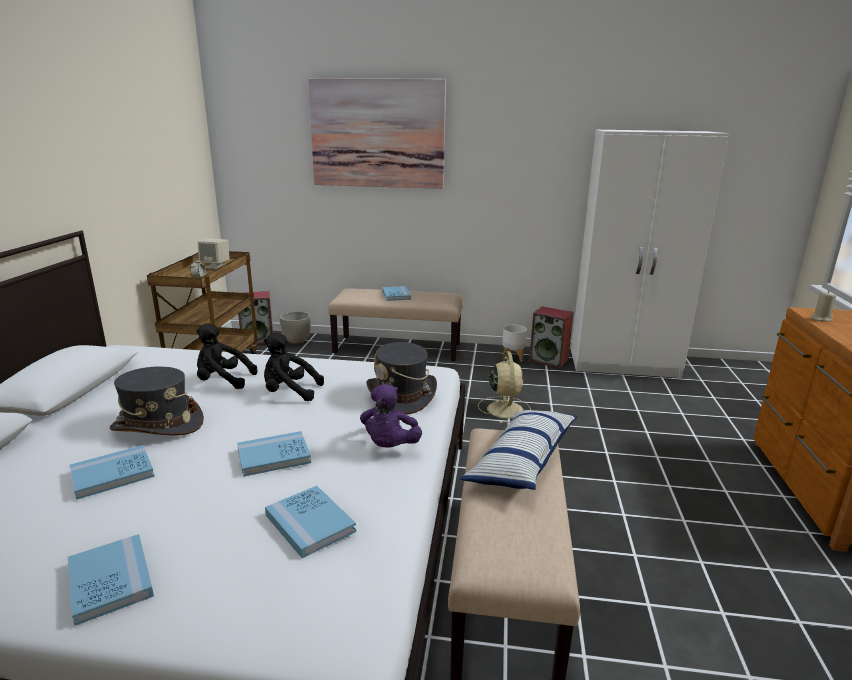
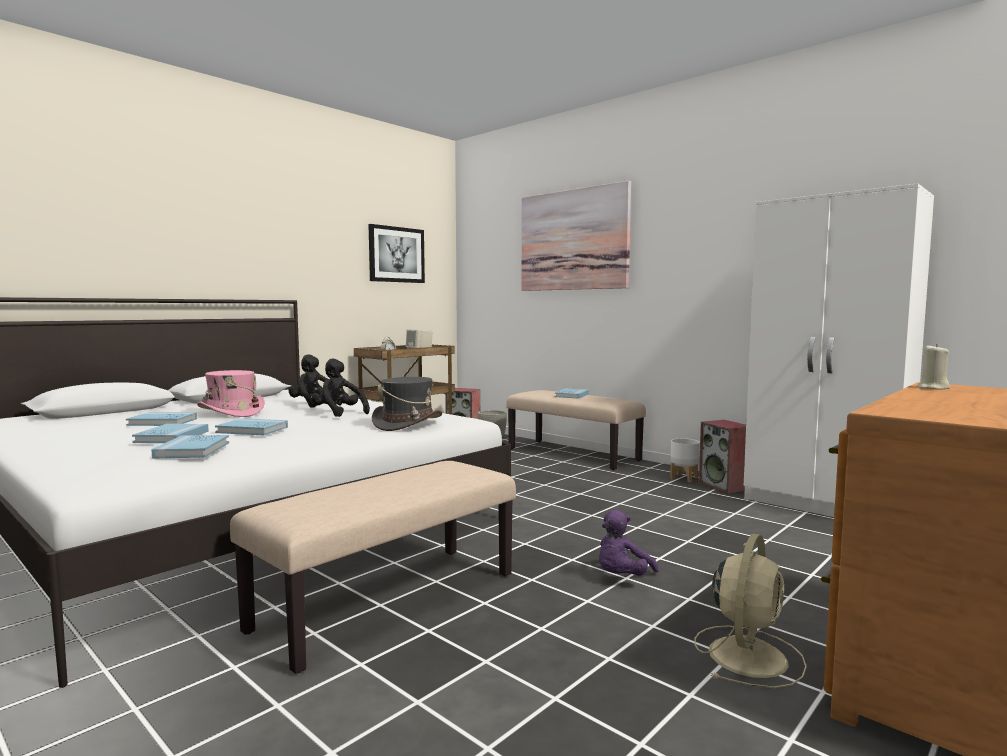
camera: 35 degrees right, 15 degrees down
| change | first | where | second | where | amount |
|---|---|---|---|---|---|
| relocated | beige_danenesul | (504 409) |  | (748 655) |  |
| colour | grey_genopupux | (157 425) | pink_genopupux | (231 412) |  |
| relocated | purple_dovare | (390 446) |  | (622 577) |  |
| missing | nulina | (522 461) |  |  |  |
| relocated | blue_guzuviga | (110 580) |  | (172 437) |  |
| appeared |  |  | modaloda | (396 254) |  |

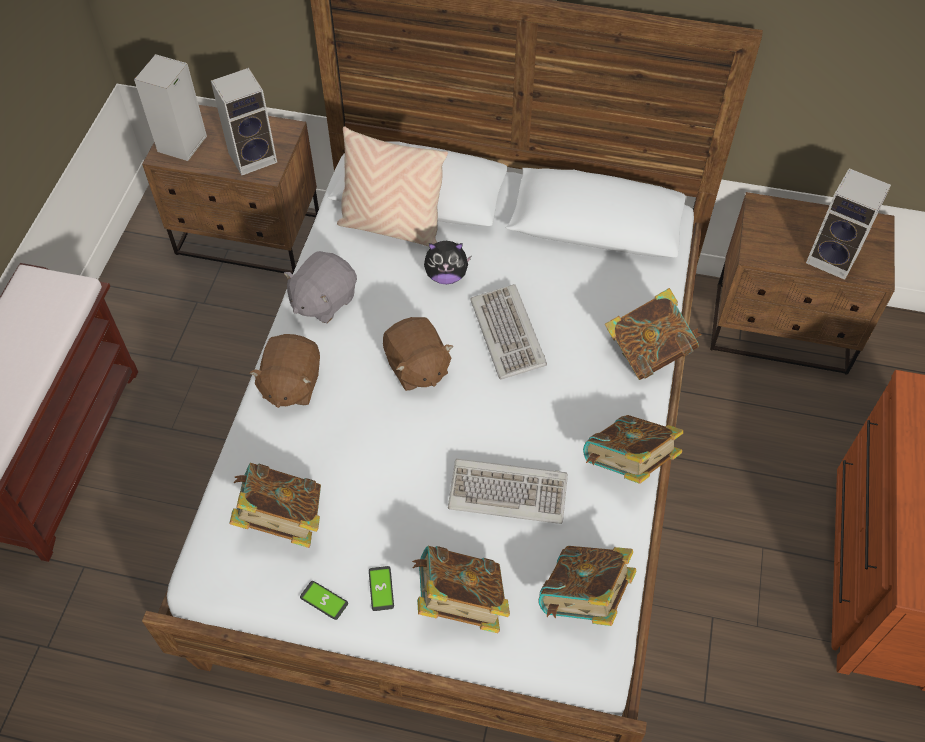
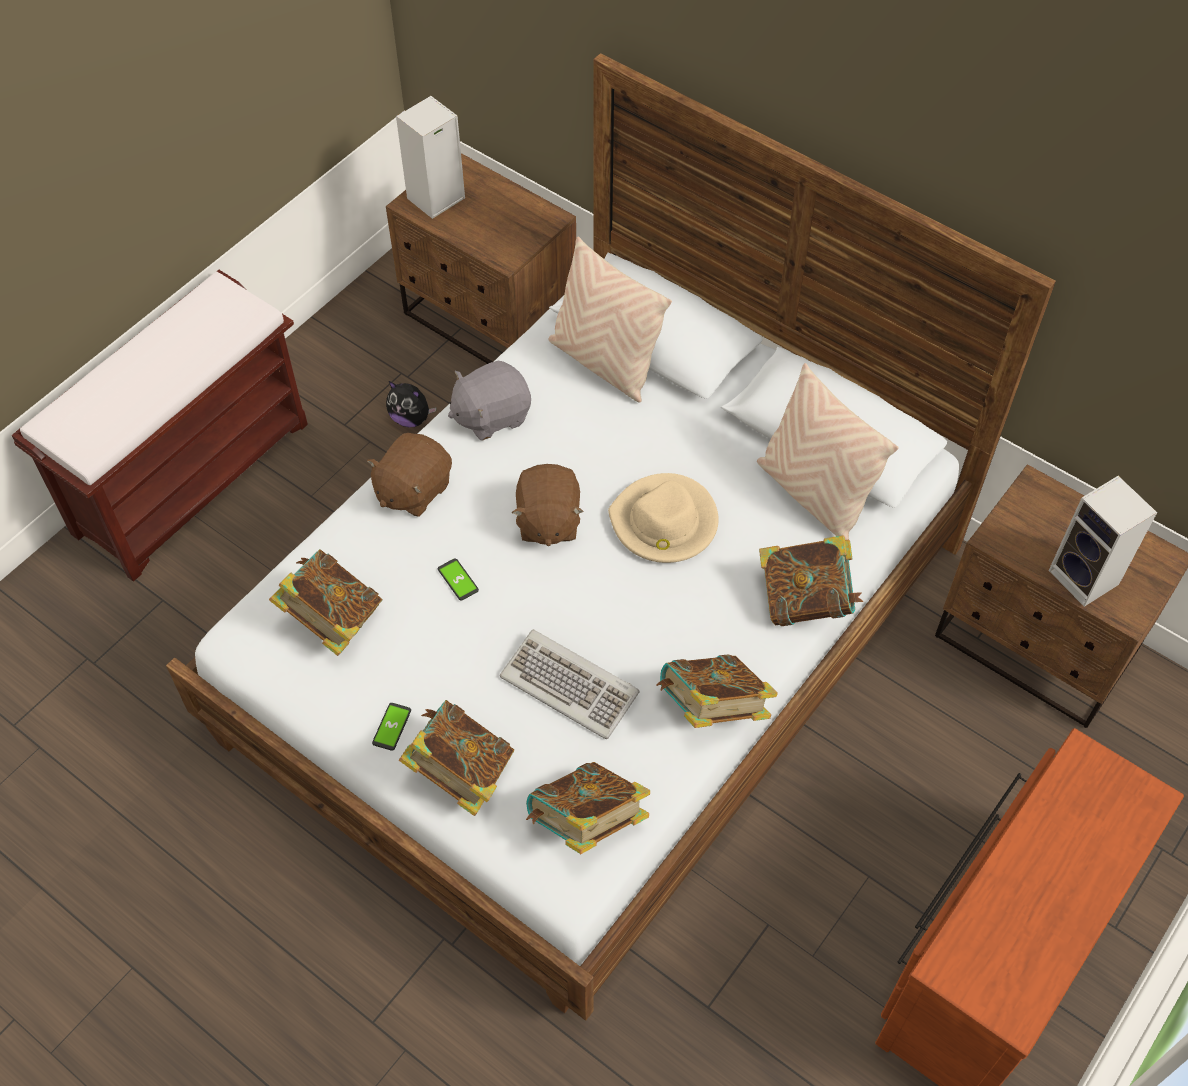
camera: 25 degrees right, 0 degrees up
| change | first | where | second | where | amount |
|---|---|---|---|---|---|
| missing | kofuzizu | (254 156) |  |  |  |
| relocated | dovare | (446 276) |  | (411 418) |  |
| exchanged | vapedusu | (509 334) | beige_genopupux | (664 523) |  |
| relocated | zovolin | (324 600) |  | (458 580) |  |
| appeared |  |  | beige_nulina | (813 494) |  |

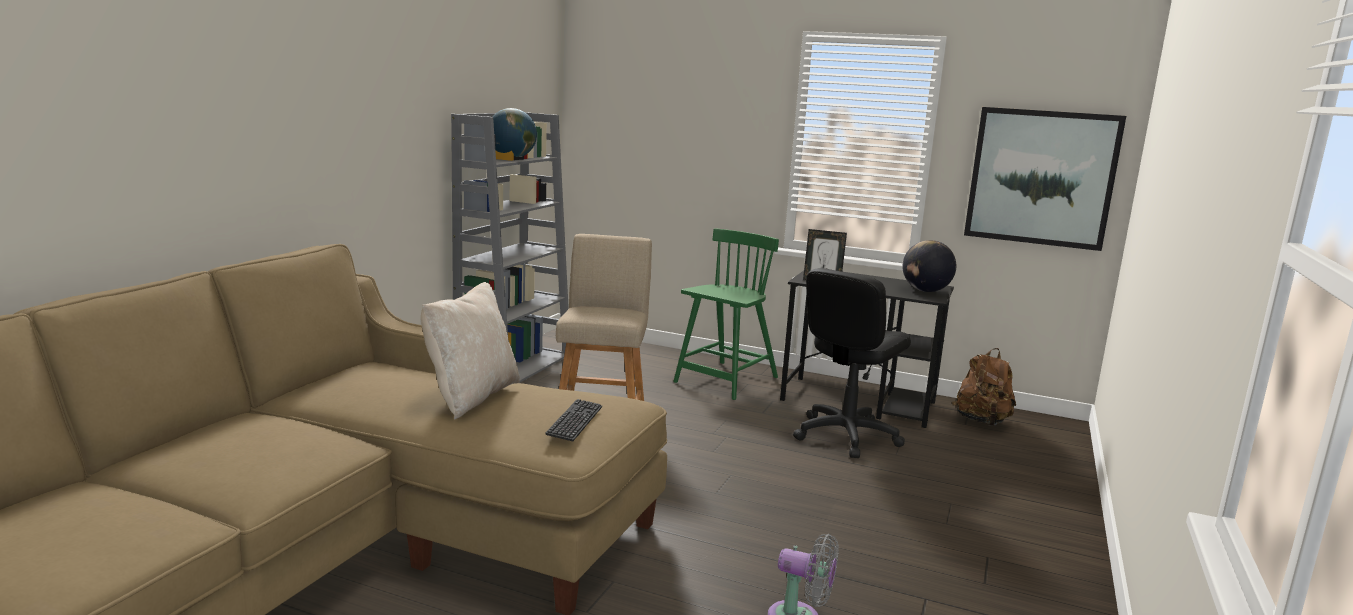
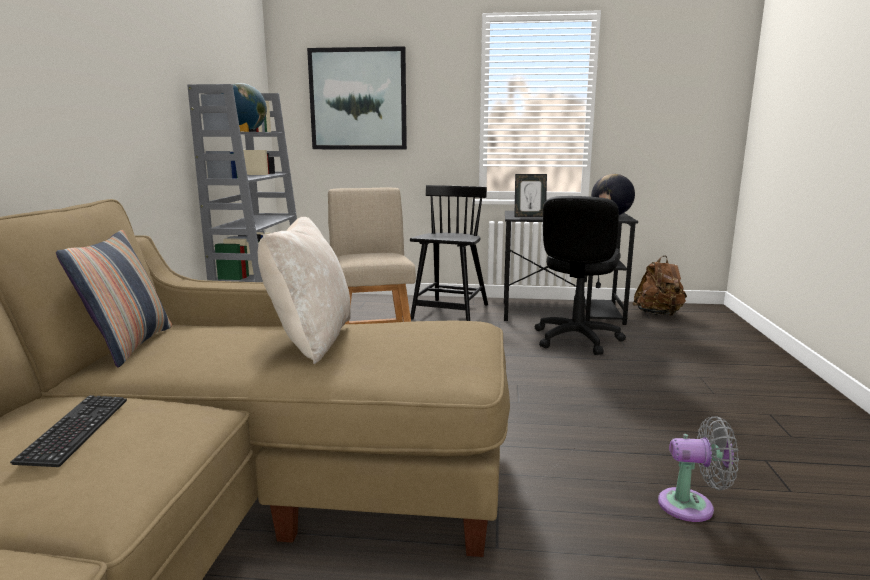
camera: 15 degrees left, 0 degrees up
| change | first | where | second | where | amount |
|---|---|---|---|---|---|
| relocated | modaloda | (1041 177) |  | (358 99) |  |
| colour | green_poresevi | (725 380) | black_poresevi | (450 312) |  |
| relocated | vapedusu | (575 422) |  | (75 431) |  |
| appeared |  |  | nulina | (129 346) |  |

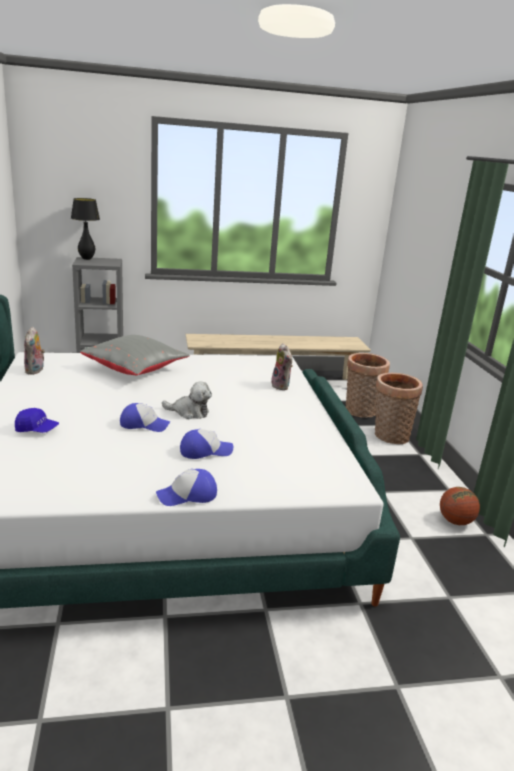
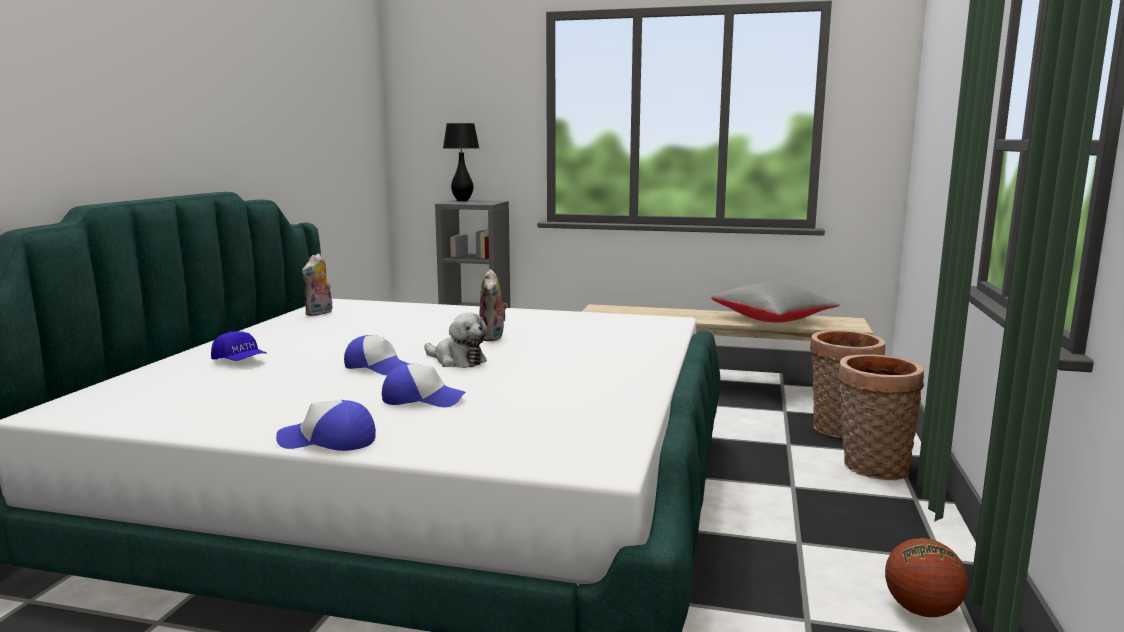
camera: 25 degrees right, 10 degrees down
| change | first | where | second | where | amount |
|---|---|---|---|---|---|
| relocated | grey_nulina | (136 369) |  | (773 320) |  |
| relocated | dovare | (282 386) |  | (493 337) |  |

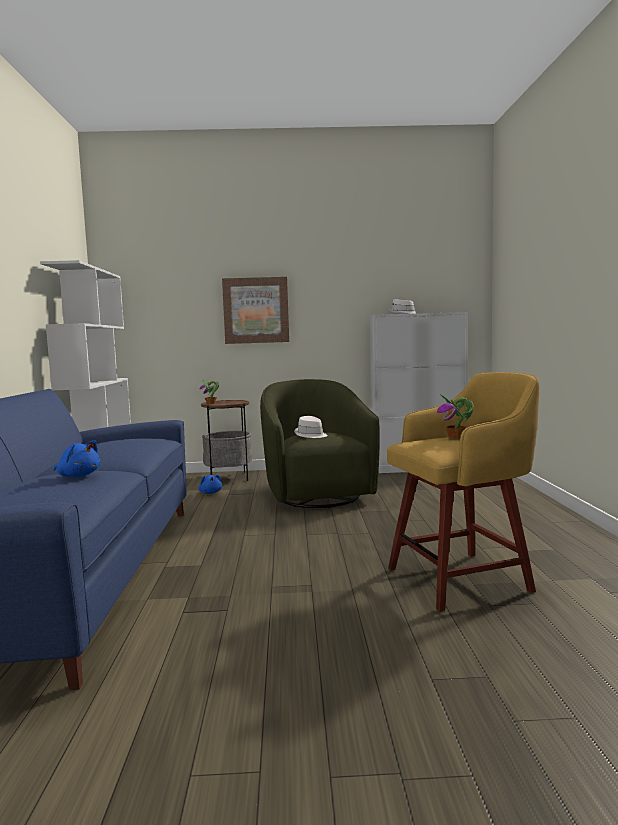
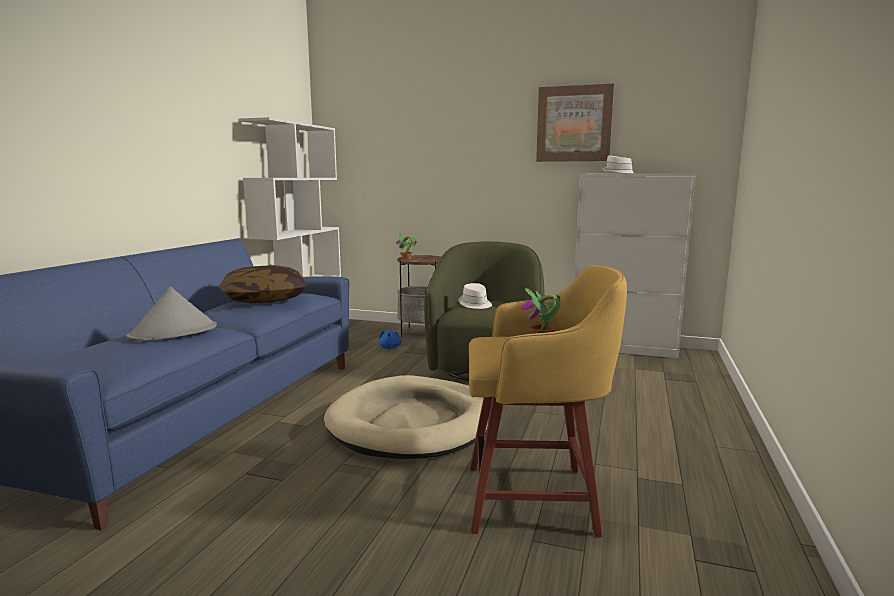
camera: 20 degrees right, 5 degrees up
| change | first | where | second | where | amount |
|---|---|---|---|---|---|
| relocated | modaloda | (256 310) |  | (574 124) |  |
| exchanged | blue_dovare | (78 476) | grey_genopupux | (174 332) |  |
| appeared |  |  | nulina | (264 300) |  |
| appeared |  |  | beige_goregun | (414 423) |  |

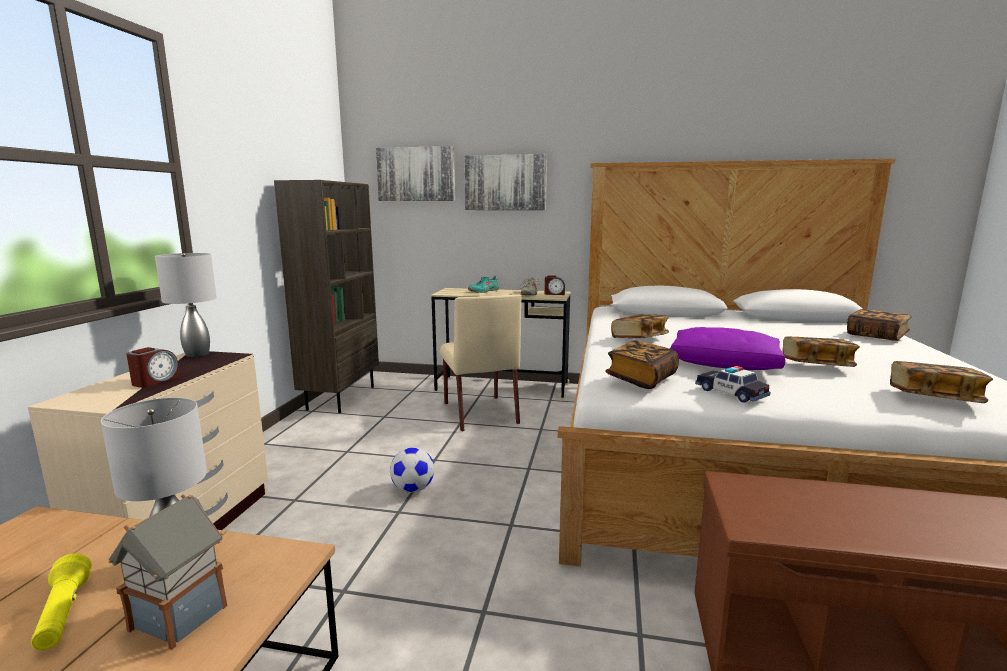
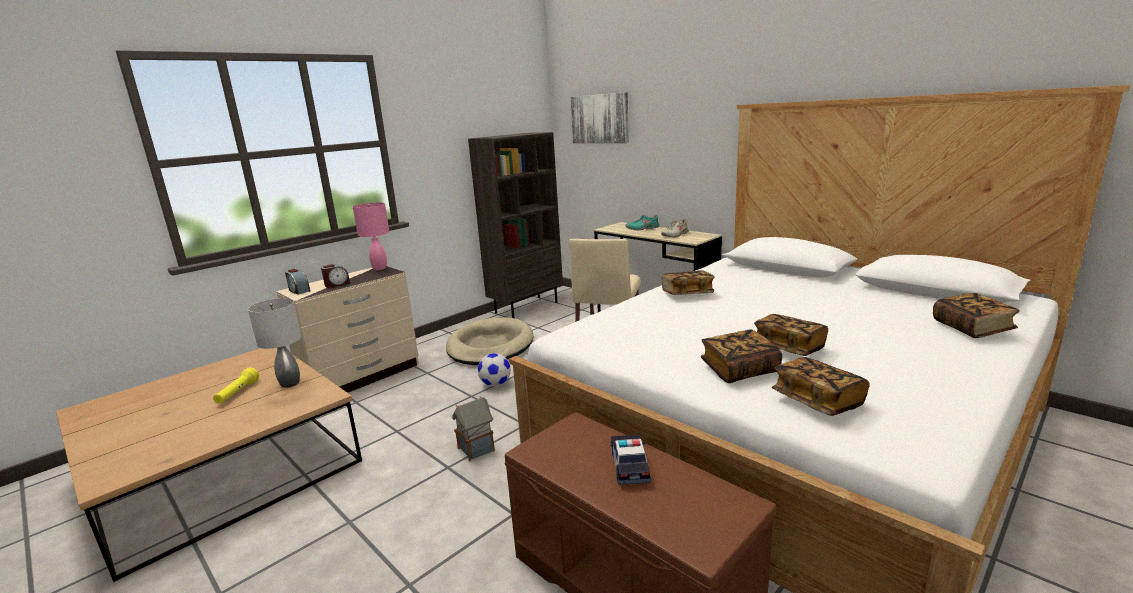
camera: 35 degrees right, 5 degrees up
| change | first | where | second | where | amount |
|---|---|---|---|---|---|
| missing | modaloda | (505 183) |  |  |  |
| colour | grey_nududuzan | (196 354) | pink_nududuzan | (379 268) |  |
| relocated | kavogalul | (554 294) |  | (299 291) |  |
| missing | purple_nulina | (725 364) |  |  |  |
| relocated | guzuviga | (641 378) |  | (739 370) |  |
| relocated | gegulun | (731 393) |  | (629 465) |  |
| relocated | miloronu | (180 616) |  | (476 449) |  |
| appeared |  |  | beige_goregun | (490 346) |  |

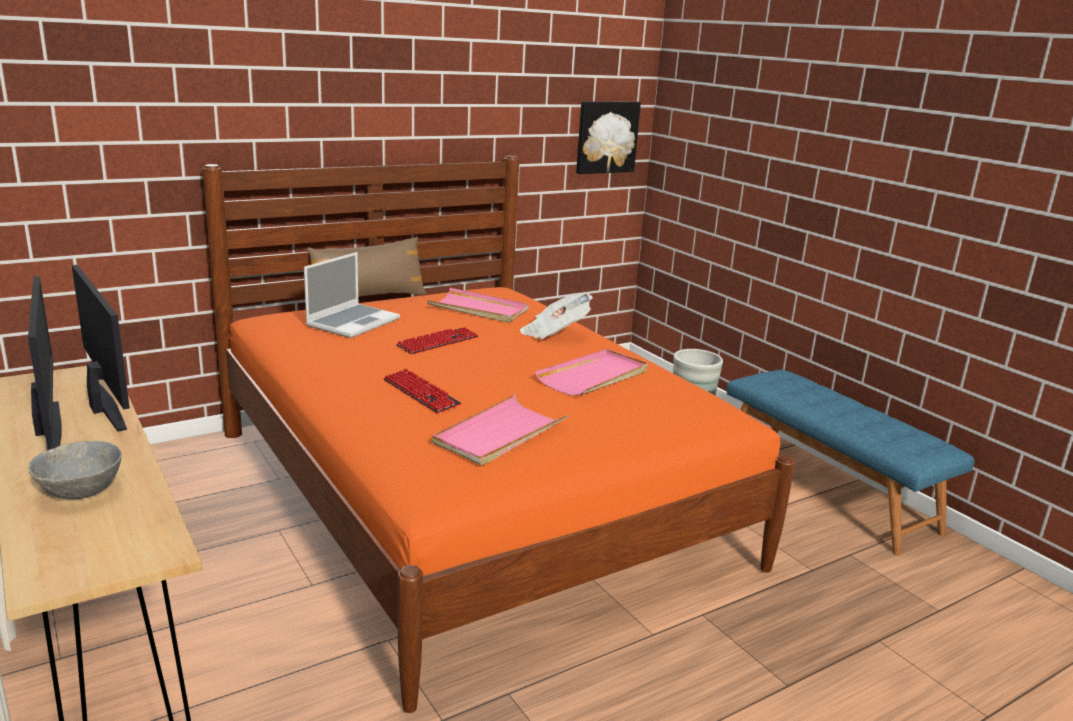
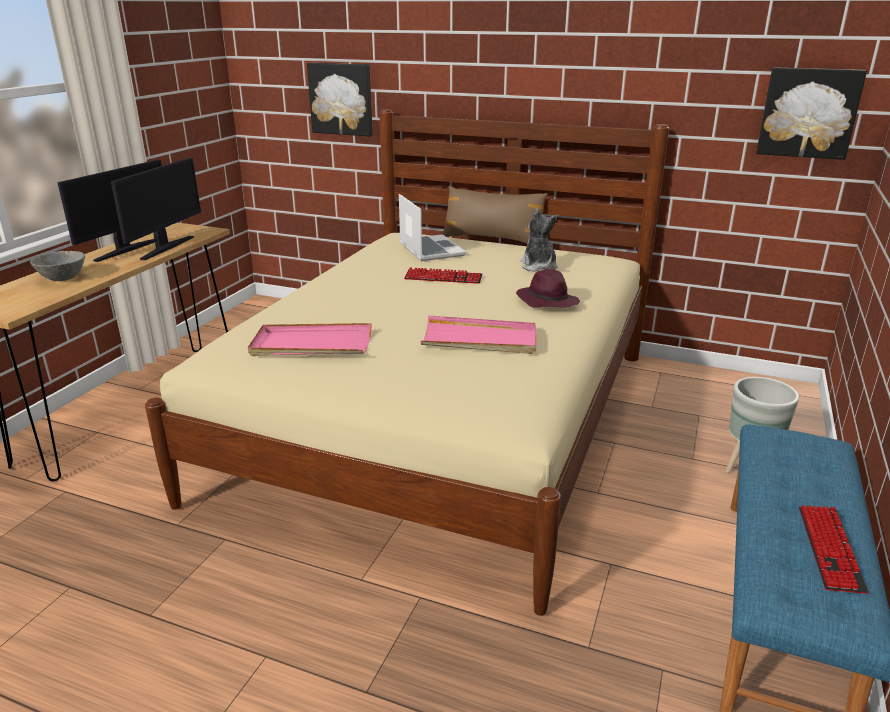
camera: 55 degrees right, 5 degrees up
| change | first | where | second | where | amount |
|---|---|---|---|---|---|
| colour | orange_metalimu | (470 496) | beige_metalimu | (443 420) |  |
| spun | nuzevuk | (353 322) |  | (430 249) | 105 degrees counterclockwise |
| exchanged | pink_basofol | (478 309) | dovare | (538 266) |  |
| exchanged | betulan | (554 333) | purple_genopupux | (546 301) |  |
| relocated | vapedusu | (421 393) |  | (830 549) |  |
| appeared |  |  | modaloda | (341 99) |  |

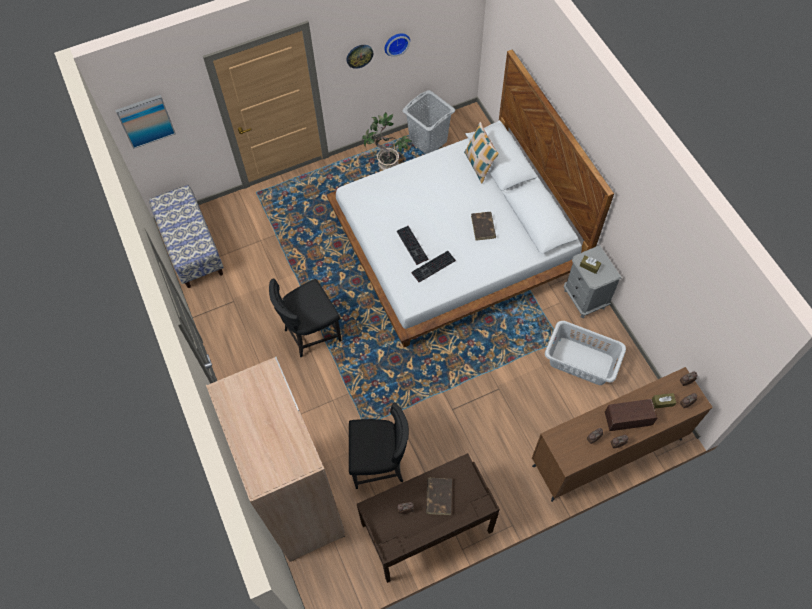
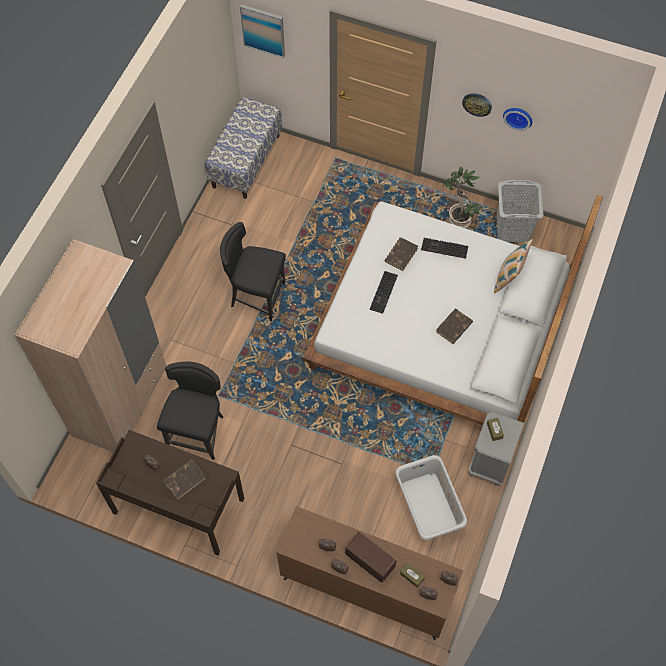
camera: 45 degrees right, 0 degrees up
| change | first | where | second | where | amount |
|---|---|---|---|---|---|
| relocated | vapedusu | (433 268) |  | (443 249) |  |
| spun | black_poresevi | (380 464) |  | (198 432) | 120 degrees counterclockwise |
| appeared |  |  | brown_guzuviga | (401 254) |  |

